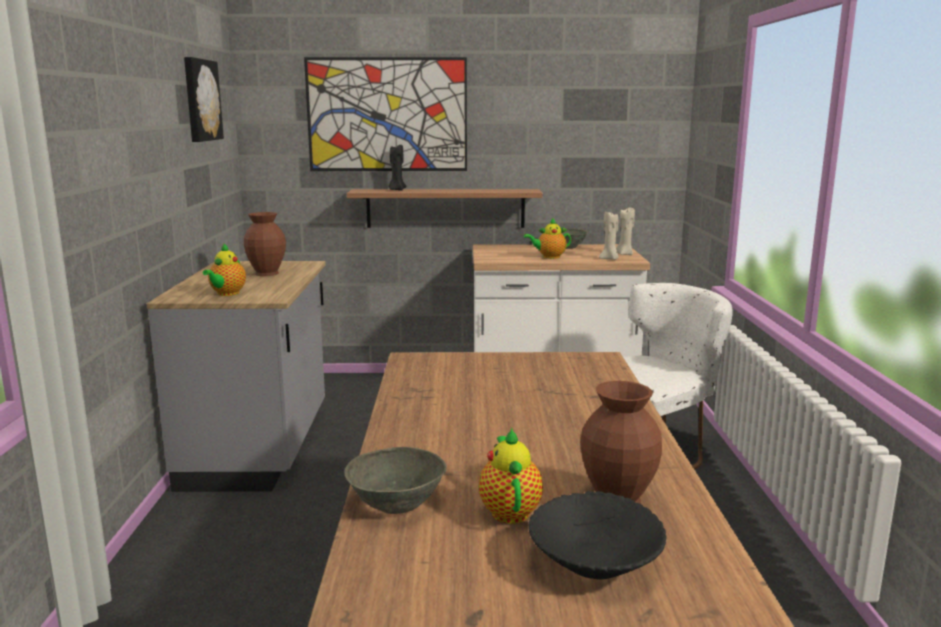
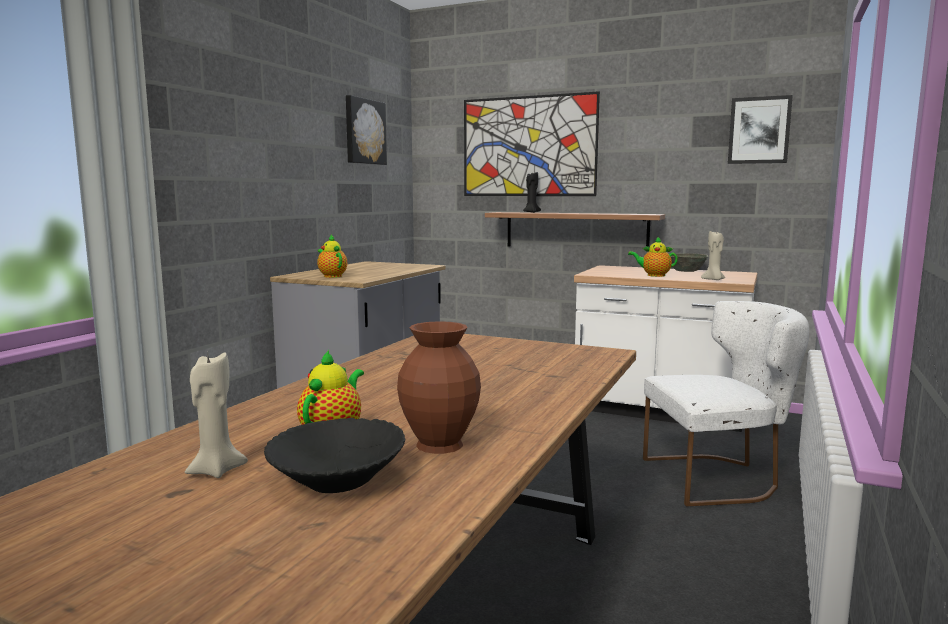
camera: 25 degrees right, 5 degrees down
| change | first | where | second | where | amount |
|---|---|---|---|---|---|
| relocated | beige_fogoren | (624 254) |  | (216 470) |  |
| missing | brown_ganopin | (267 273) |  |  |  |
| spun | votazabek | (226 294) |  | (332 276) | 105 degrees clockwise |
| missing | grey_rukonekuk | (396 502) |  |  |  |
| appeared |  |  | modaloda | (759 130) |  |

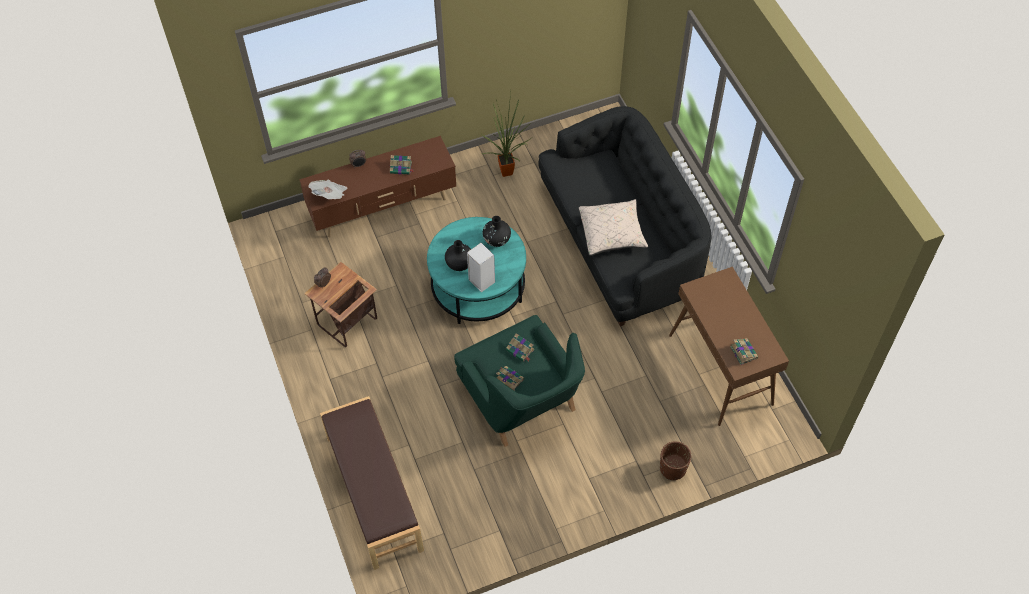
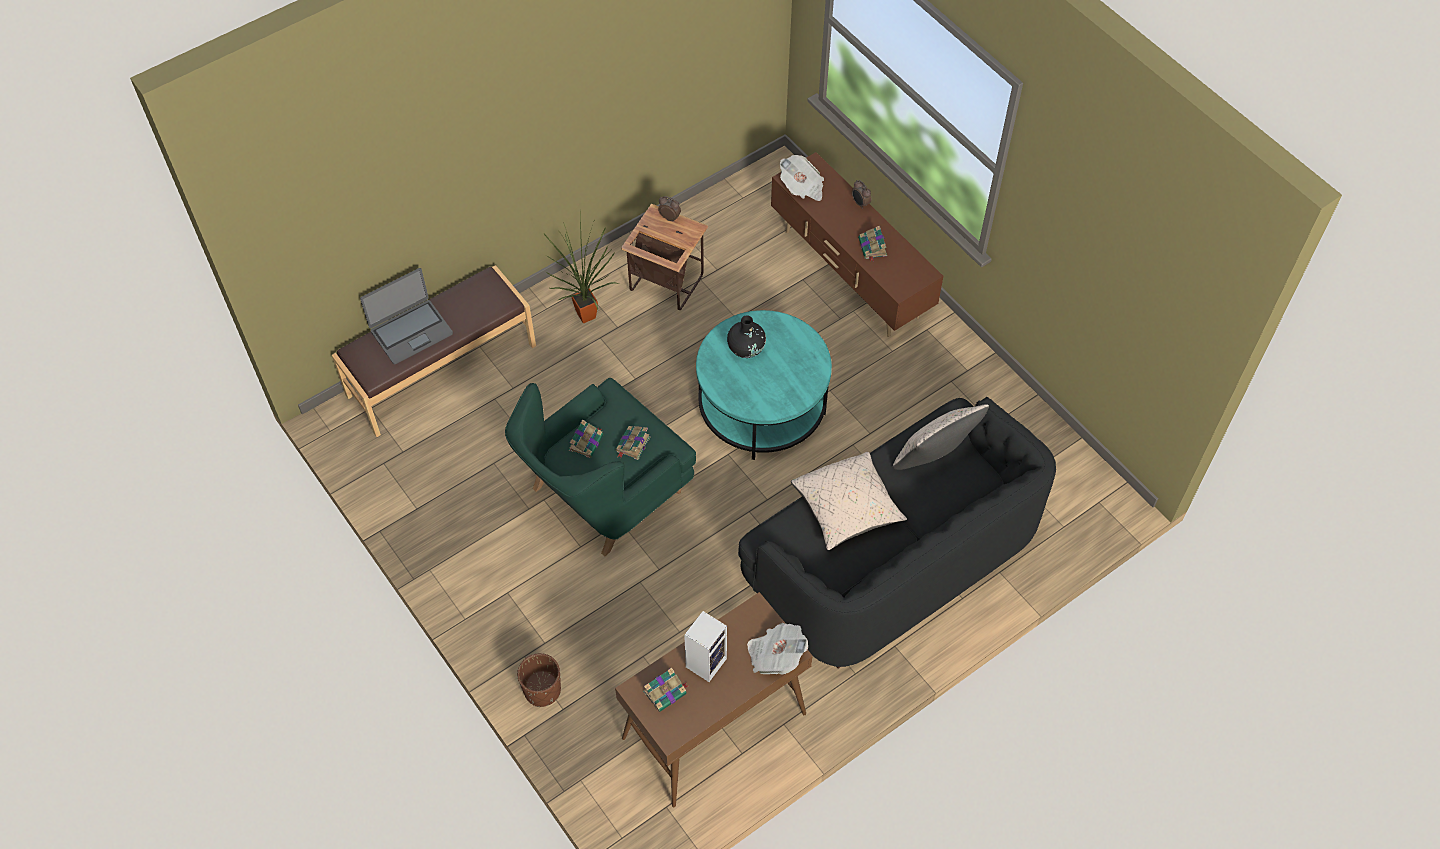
camera: 75 degrees right, 0 degrees up
| change | first | where | second | where | amount |
|---|---|---|---|---|---|
| relocated | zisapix | (509 172) |  | (587 319) |  |
| missing | black_ganopin | (497 240) |  |  |  |
| relocated | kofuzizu | (480 280) |  | (706 661) |  |
| appeared |  |  | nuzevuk | (411 332) |  |
| appeared |  |  | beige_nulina | (934 457) |  |
| appeared |  |  | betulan | (775 655) |  |

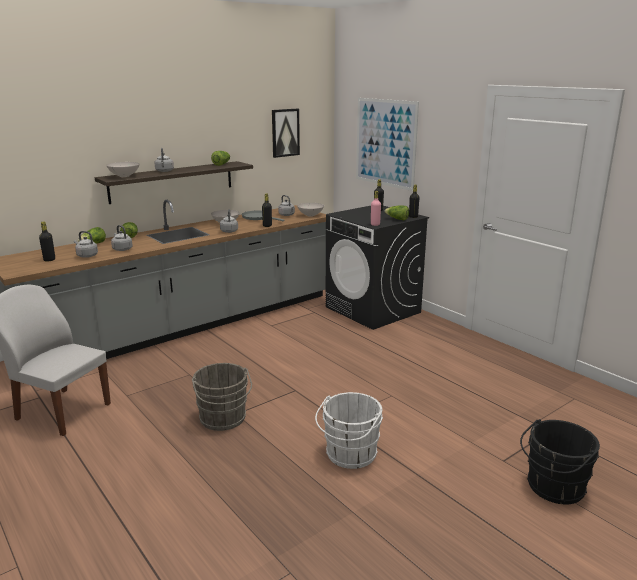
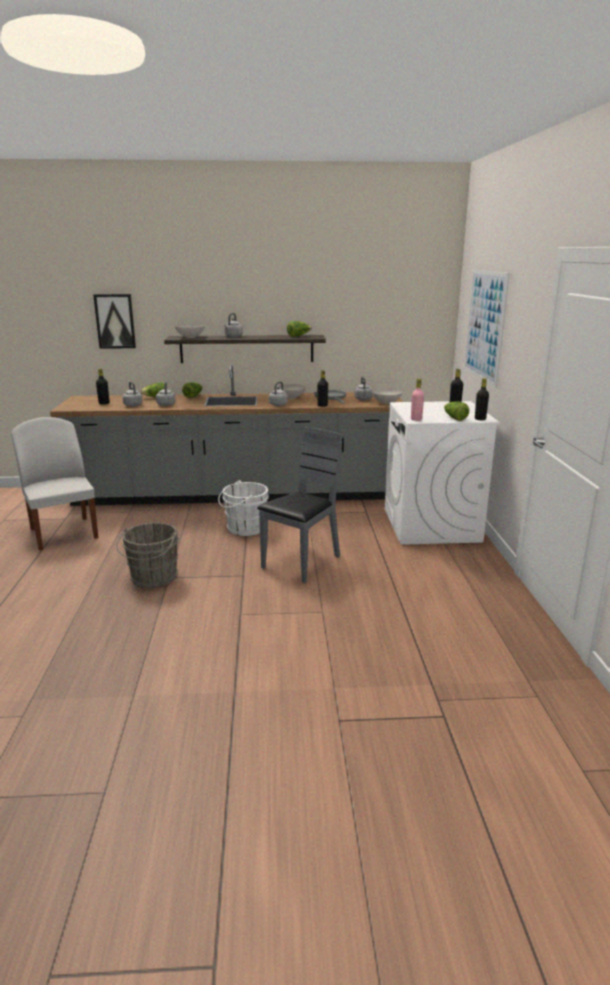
camera: 35 degrees right, 0 degrees up
| change | first | where | second | where | amount |
|---|---|---|---|---|---|
| relocated | modaloda | (285 132) |  | (115 321) |  |
| colour | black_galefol | (373 310) | white_galefol | (431 525) |  |
| relocated | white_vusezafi | (349 455) |  | (244 528) |  |
| missing | black_vusezafi | (553 488) |  |  |  |
| appeared |  |  | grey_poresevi | (301 563) |  |

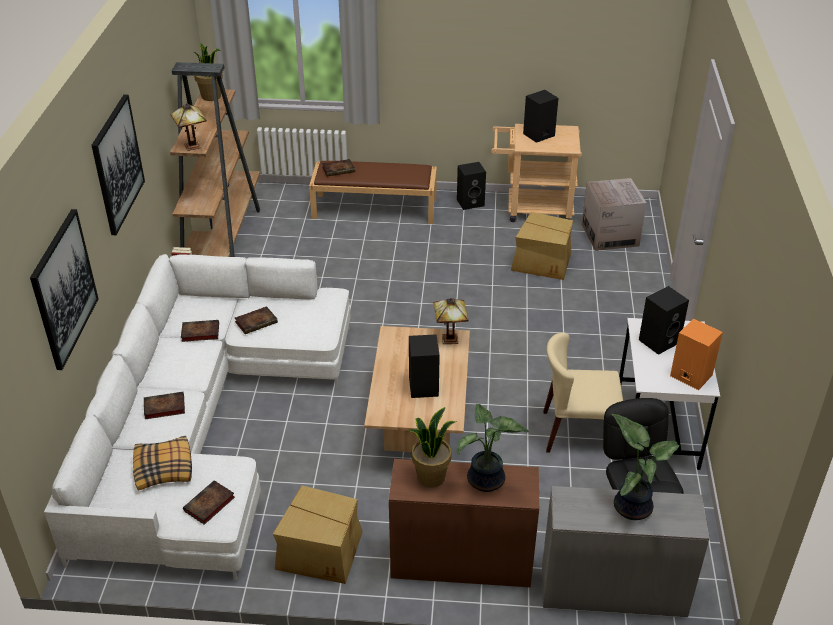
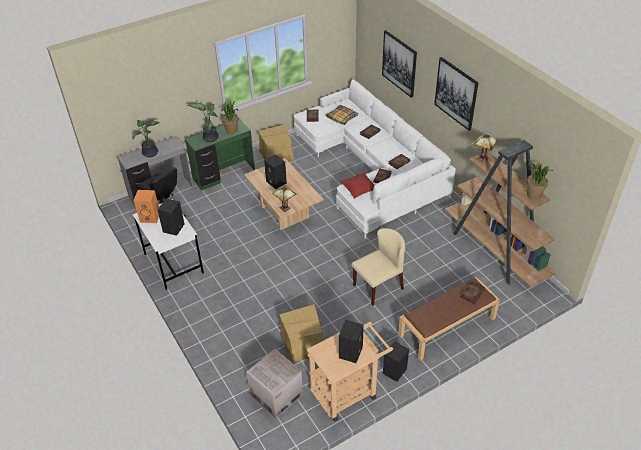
camera: 145 degrees right, 5 degrees up
| change | first | where | second | where | amount |
|---|---|---|---|---|---|
| relocated | beige_poresevi | (577 432) |  | (378 286) |  |
| colour | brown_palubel | (461 560) | green_palubel | (224 175) |  |
| appeared |  |  | red_nulina | (359 188) |  |

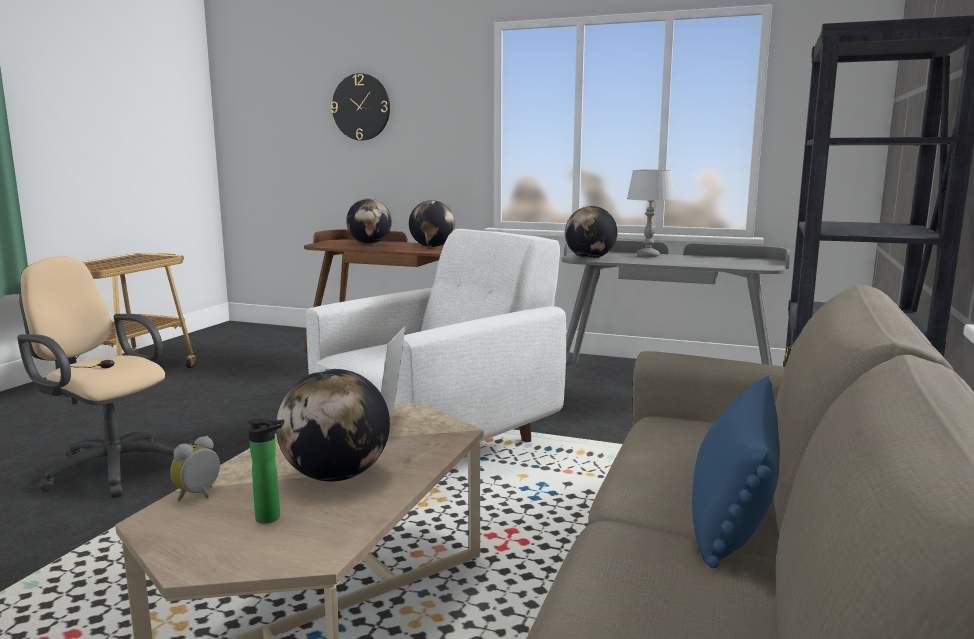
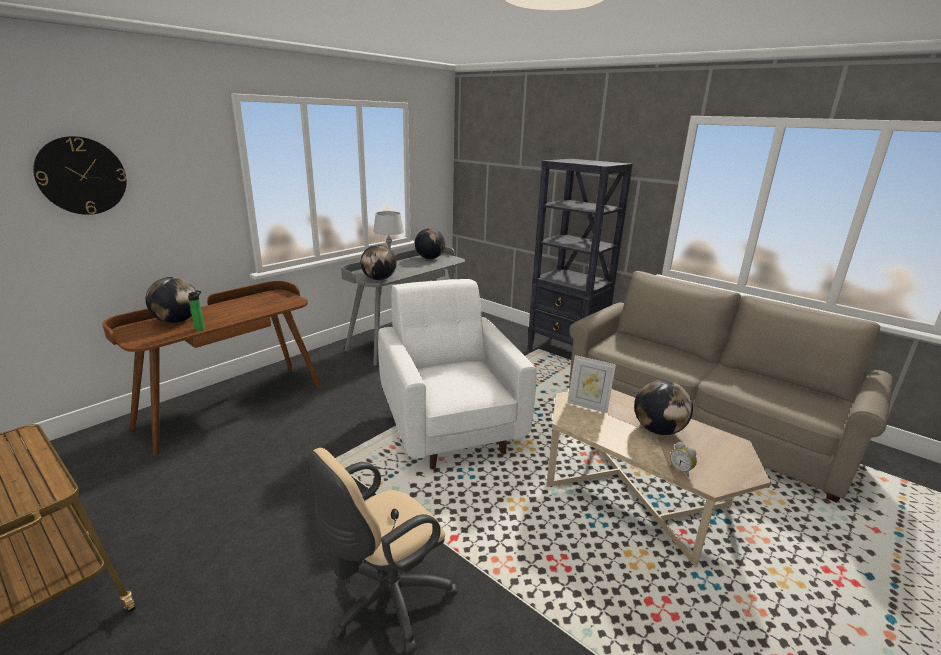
camera: 70 degrees left, 10 degrees up
| change | first | where | second | where | amount |
|---|---|---|---|---|---|
| relocated | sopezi | (432 246) |  | (430 258) |  |
| missing | blue_nulina | (732 508) |  |  |  |
| relocated | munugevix | (272 518) |  | (201 328) |  |

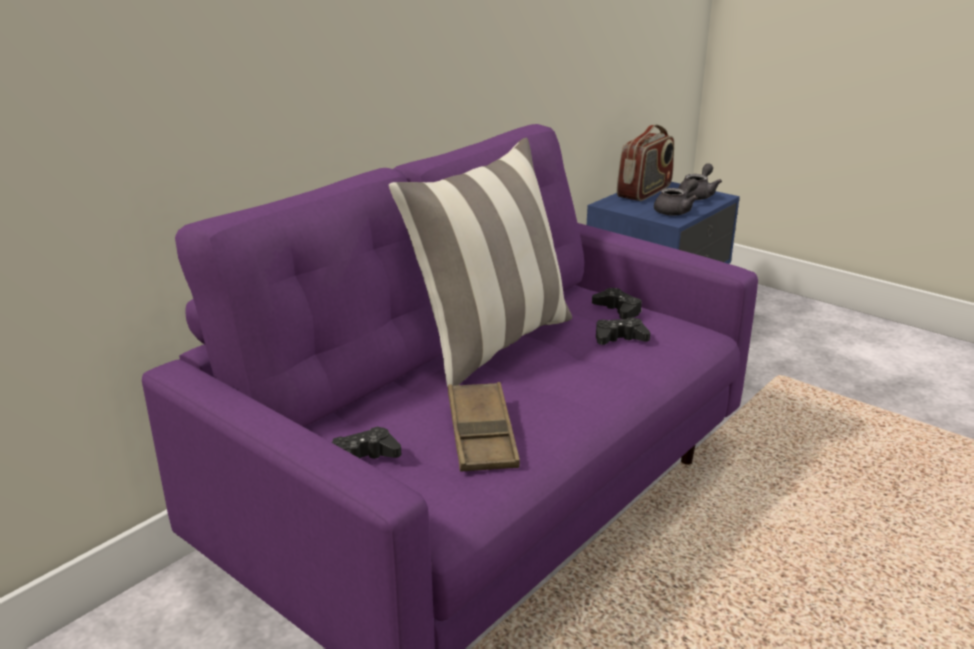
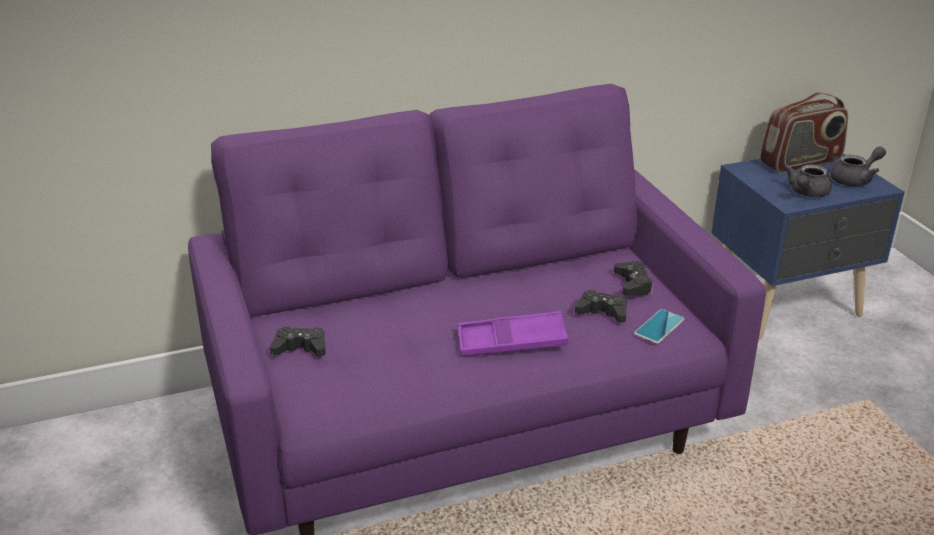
camera: 30 degrees right, 5 degrees up
| change | first | where | second | where | amount |
|---|---|---|---|---|---|
| missing | nulina | (490 343) |  |  |  |
| spun | grey_votazabek | (676 211) |  | (806 193) | 135 degrees clockwise |
| missing | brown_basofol | (481 434) |  |  |  |
| appeared |  |  | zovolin | (659 327) |  |
| appeared |  |  | purple_basofol | (511 342) |  |

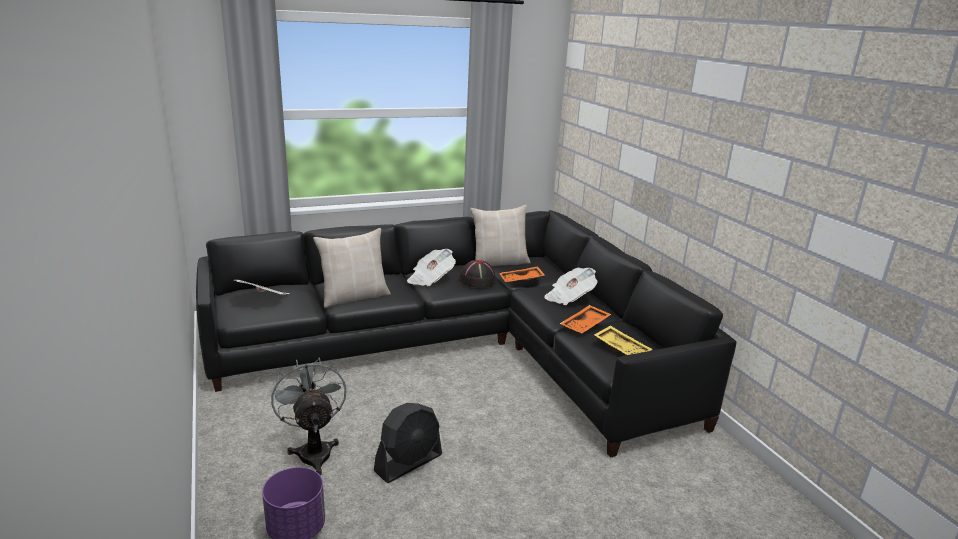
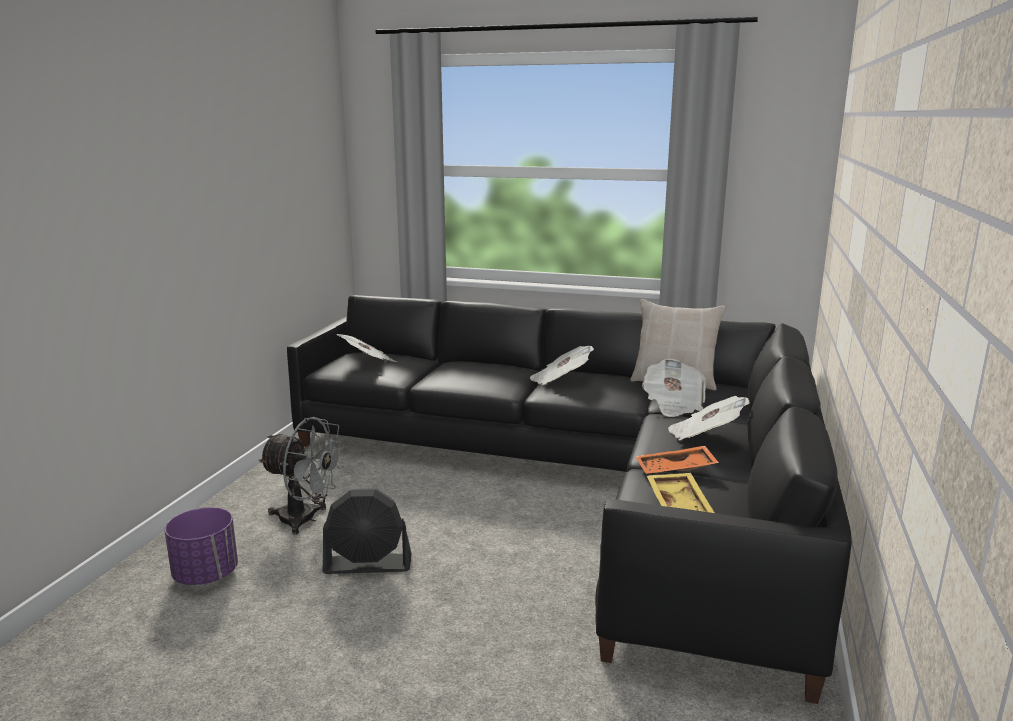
camera: 40 degrees right, 5 degrees down
| change | first | where | second | where | amount |
|---|---|---|---|---|---|
| missing | beige_nulina | (354 297) |  |  |  |
| missing | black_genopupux | (477 280) |  |  |  |
| exchanged | orange_basofol | (521 280) | betulan | (673 405) |  |
| spun | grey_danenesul | (314 450) |  | (306 520) | 90 degrees clockwise |

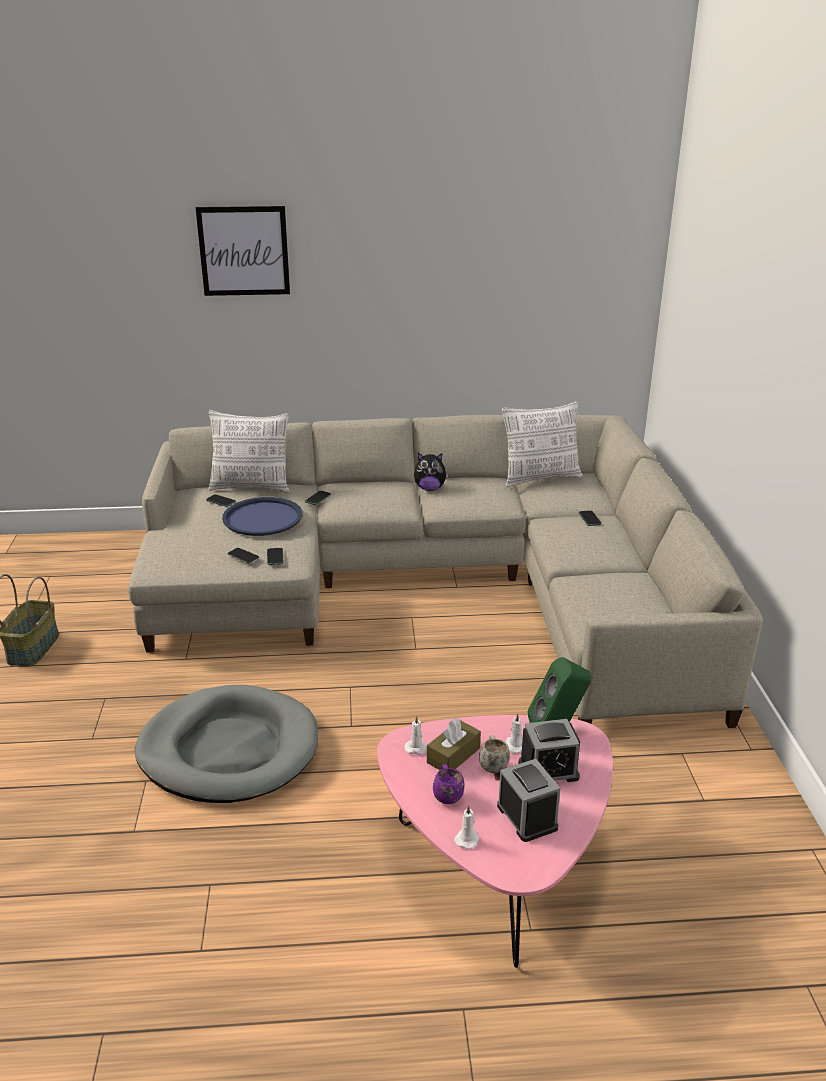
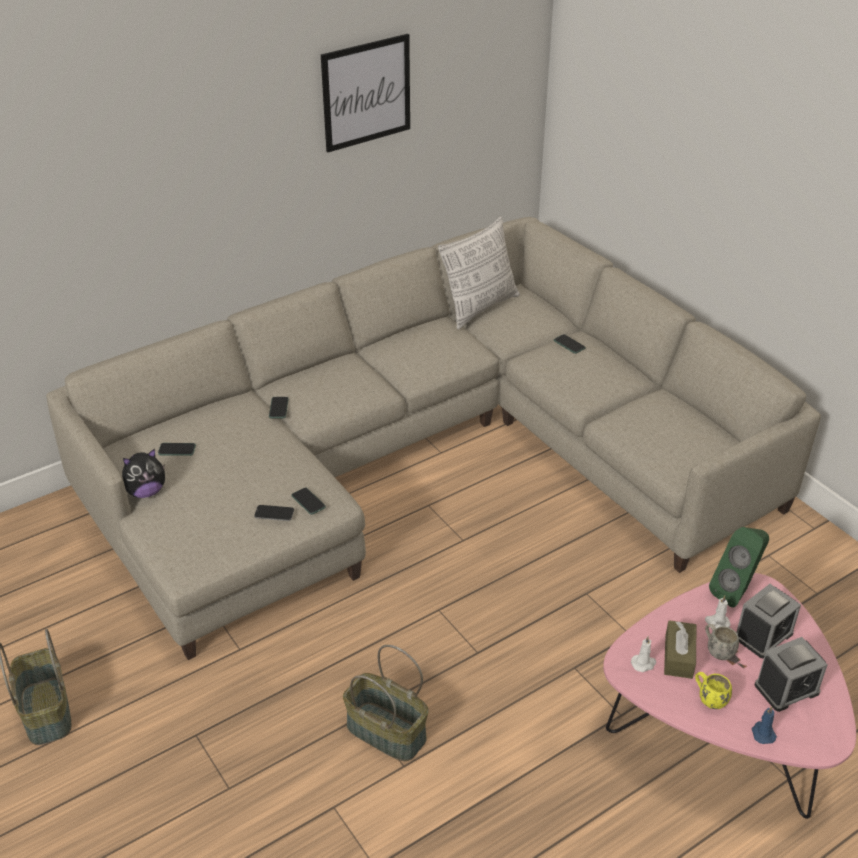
camera: 30 degrees left, 10 degrees up
| change | first | where | second | where | amount |
|---|---|---|---|---|---|
| relocated | modaloda | (244 251) |  | (366 93) |  |
| missing | nulina | (251 487) |  |  |  |
| relocated | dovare | (430 488) |  | (146 491) |  |
| missing | blue_basofol | (263 518) |  |  |  |
| exchanged | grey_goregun | (229 749) | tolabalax | (385 732) |  |
| spun | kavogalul | (527 817) |  | (786 689) | 120 degrees clockwise |
| colour | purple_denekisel | (446 794) | yellow_denekisel | (709 698) |  |
| colour | white_fogoren | (467 839) | blue_fogoren | (762 733) |  |

